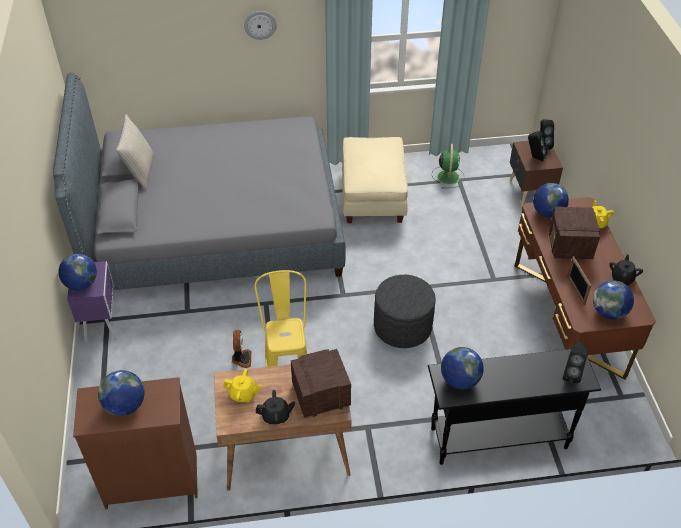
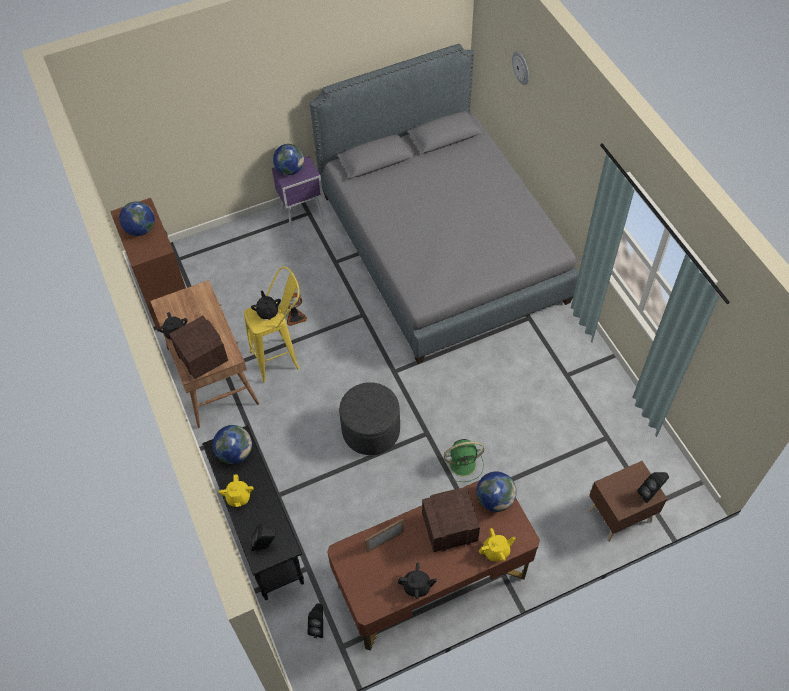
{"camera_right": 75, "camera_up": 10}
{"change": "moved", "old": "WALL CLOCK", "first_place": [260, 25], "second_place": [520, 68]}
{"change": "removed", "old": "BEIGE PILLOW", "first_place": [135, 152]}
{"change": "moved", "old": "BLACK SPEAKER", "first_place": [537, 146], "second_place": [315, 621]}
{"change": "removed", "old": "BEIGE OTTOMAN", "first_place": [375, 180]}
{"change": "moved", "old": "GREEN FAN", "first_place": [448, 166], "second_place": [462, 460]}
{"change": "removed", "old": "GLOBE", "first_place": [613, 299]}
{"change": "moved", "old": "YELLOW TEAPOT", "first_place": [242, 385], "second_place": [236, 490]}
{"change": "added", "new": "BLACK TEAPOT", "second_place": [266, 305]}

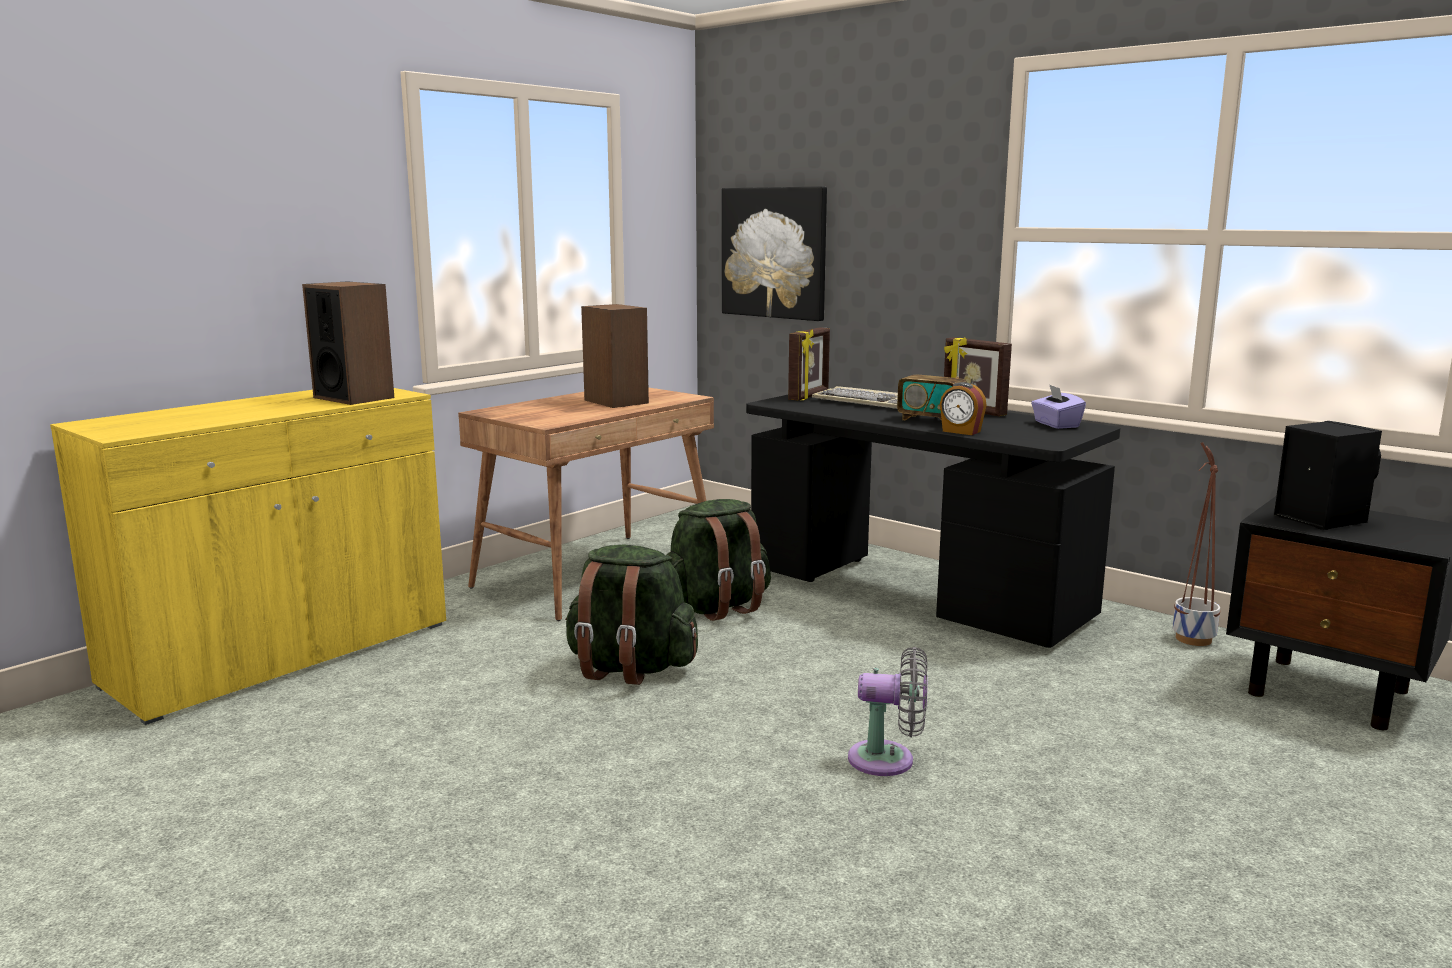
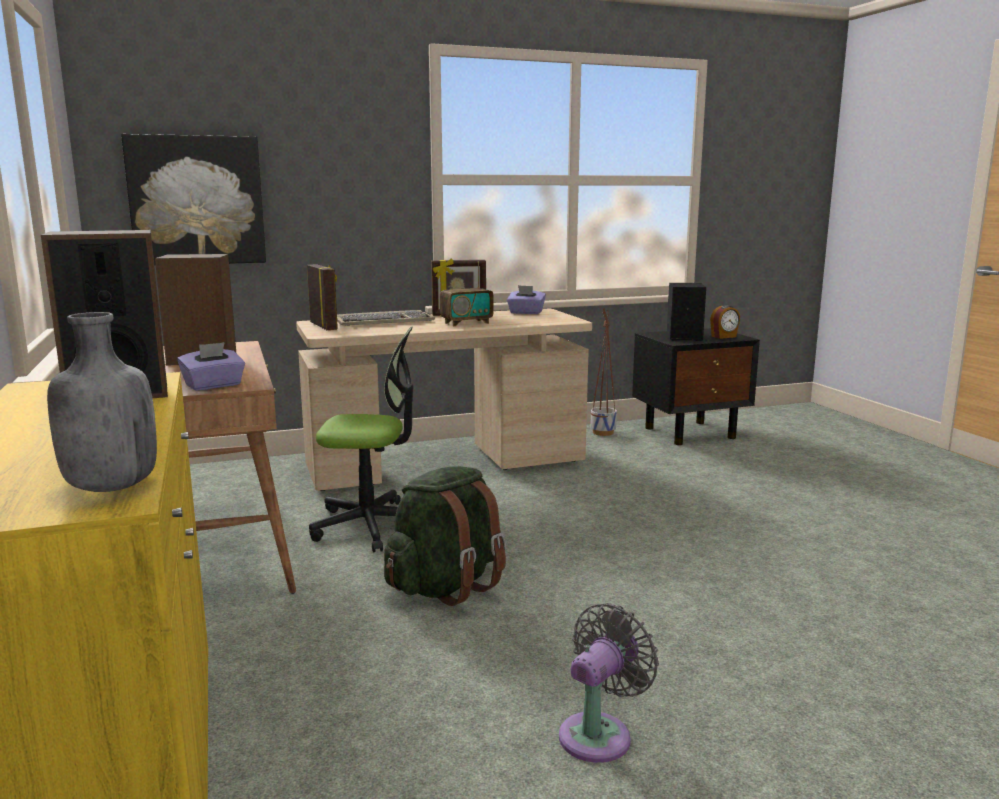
{"camera_right": -60, "camera_up": 0}
{"change": "moved", "old": "ALARM CLOCK", "first_place": [963, 408], "second_place": [725, 322]}
{"change": "recoloured", "old": "BLACK DESK", "new": "BEIGE DESK", "first_place": [933, 521], "second_place": [444, 400]}
{"change": "replaced", "old": "GREEN BACKPACK", "new": "OFFICE CHAIR", "first_place": [718, 560], "second_place": [361, 440]}
{"change": "moved", "old": "GREY FAN", "first_place": [887, 711], "second_place": [609, 683]}
{"change": "added", "new": "GREY BOTTLE", "second_place": [102, 402]}
{"change": "added", "new": "PURPLE TISSUE BOX", "second_place": [211, 366]}

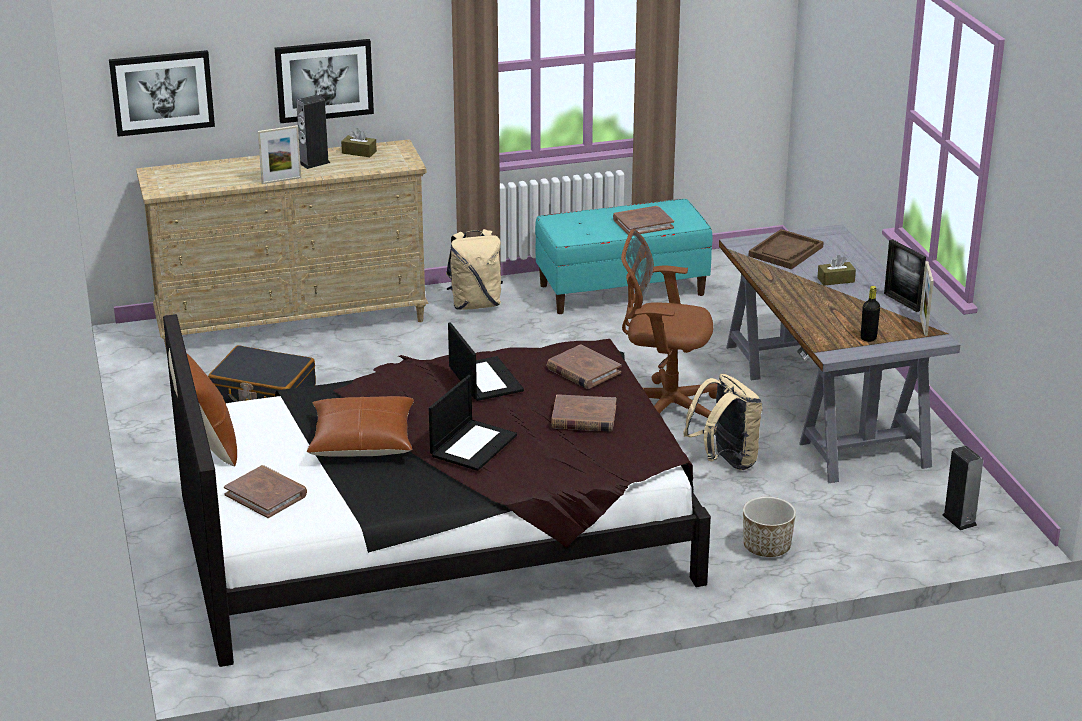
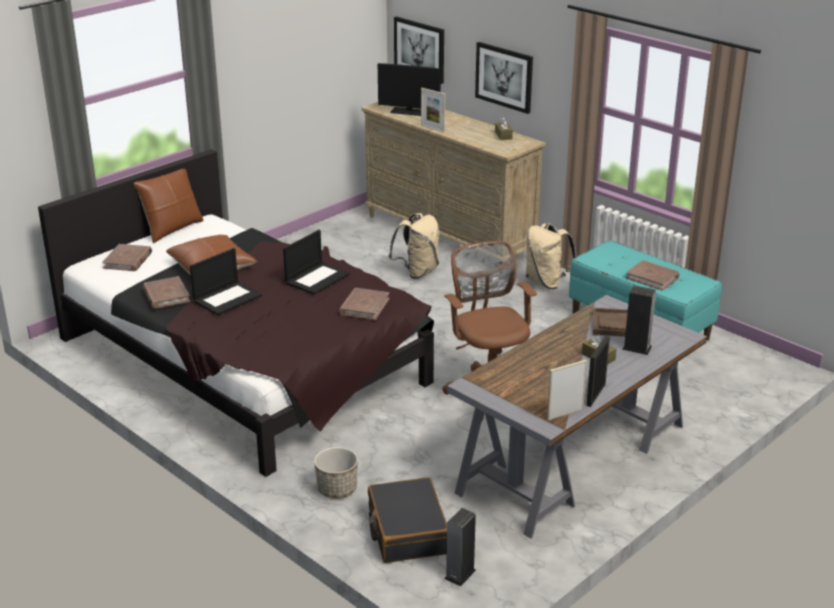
{"camera_right": 60, "camera_up": 0}
{"change": "moved", "old": "SPEAKER", "first_place": [313, 132], "second_place": [639, 320]}
{"change": "removed", "old": "BLACK BOTTLE", "first_place": [870, 314]}
{"change": "moved", "old": "BLACK SUITCASE", "first_place": [262, 374], "second_place": [407, 520]}
{"change": "moved", "old": "BEIGE BACKPACK", "first_place": [723, 422], "second_place": [414, 246]}
{"change": "turned", "old": "LAPTOP", "first_place": [473, 423], "second_place": [226, 281], "degrees": -45}
{"change": "moved", "old": "BROWN BOOK", "first_place": [583, 413], "second_place": [166, 292]}
{"change": "added", "new": "MONITOR", "second_place": [409, 89]}

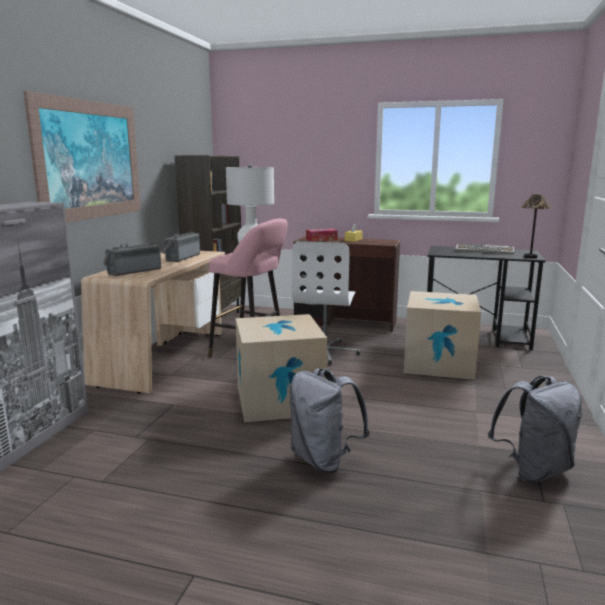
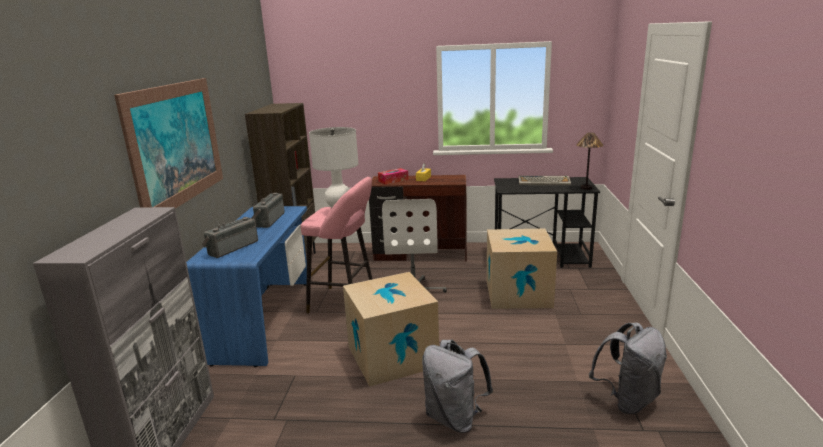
{"camera_right": -10, "camera_up": 5}
{"change": "recoloured", "old": "BEIGE DESK", "new": "BLUE DESK", "first_place": [153, 322], "second_place": [246, 286]}

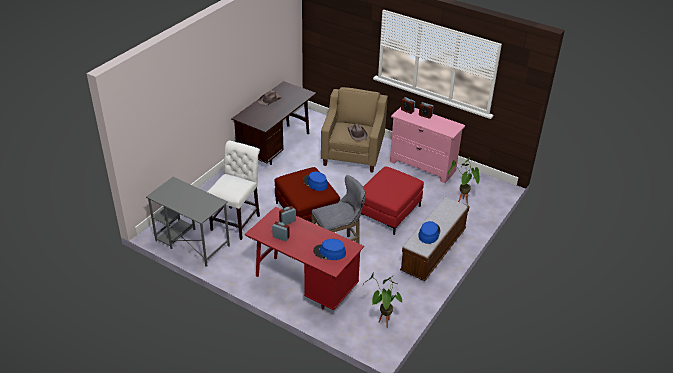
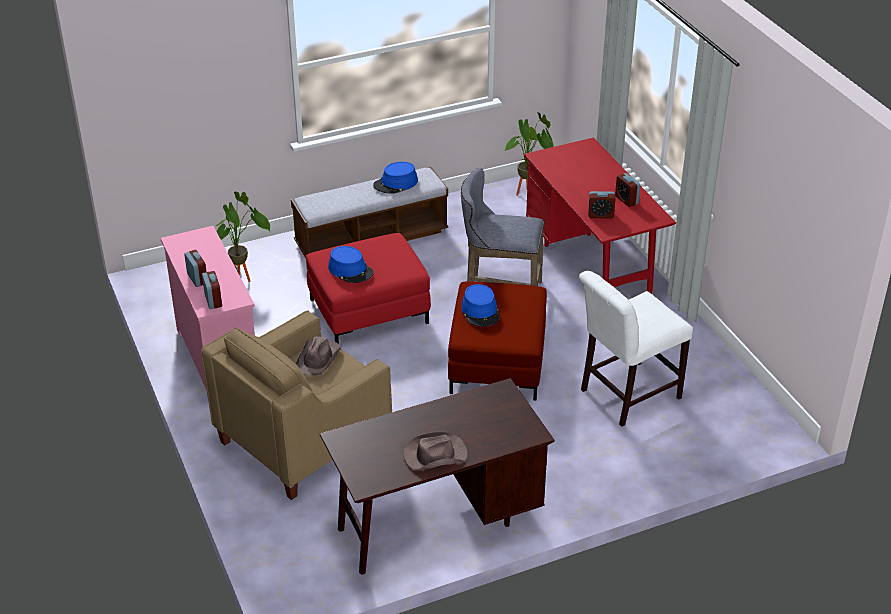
{"camera_right": -145, "camera_up": 0}
{"change": "removed", "old": "GREY DESK", "first_place": [188, 222]}
{"change": "moved", "old": "BLUE HAT", "first_place": [329, 249], "second_place": [351, 264]}

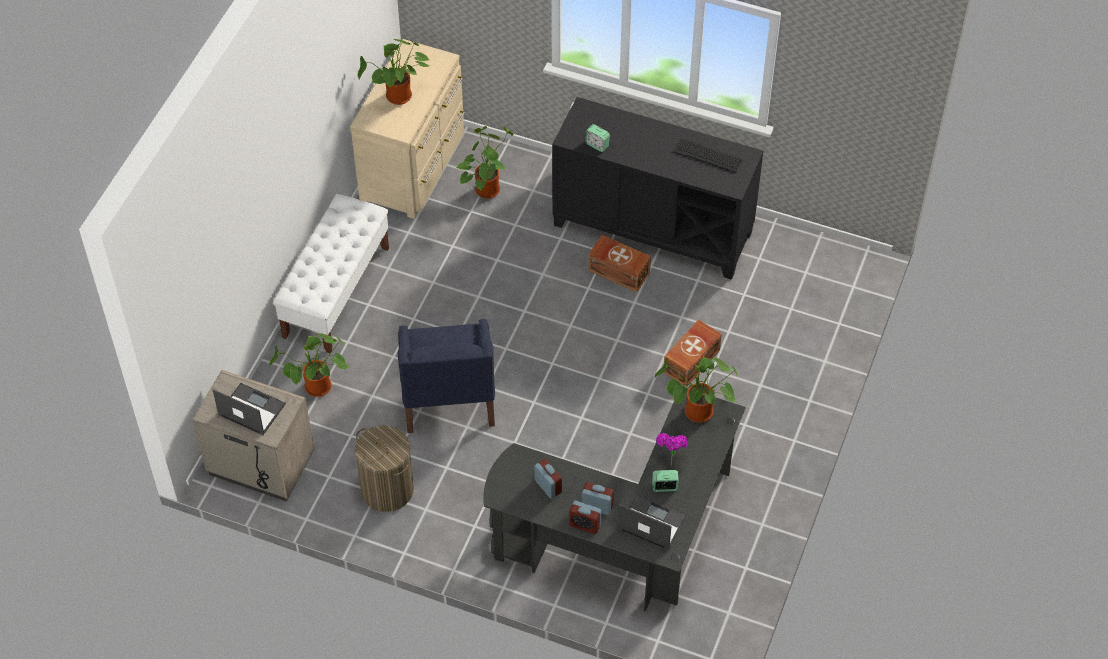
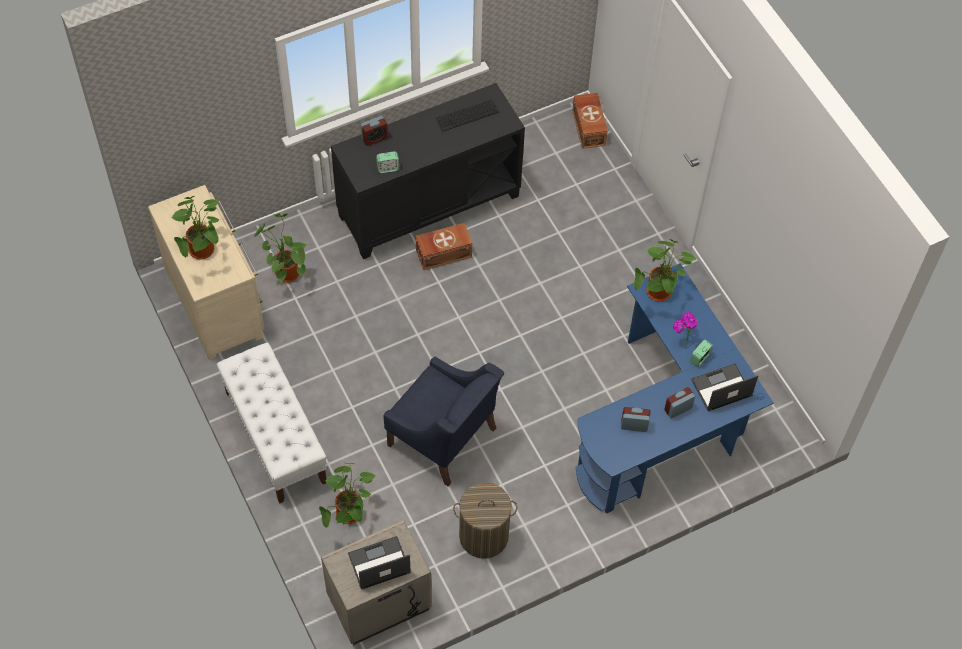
{"camera_right": -50, "camera_up": 5}
{"change": "moved", "old": "BROWN STORAGE BOX", "first_place": [693, 353], "second_place": [590, 121]}
{"change": "recoloured", "old": "BLACK DESK", "new": "BLUE DESK", "first_place": [614, 500], "second_place": [674, 389]}
{"change": "moved", "old": "ALARM CLOCK", "first_place": [585, 517], "second_place": [374, 131]}

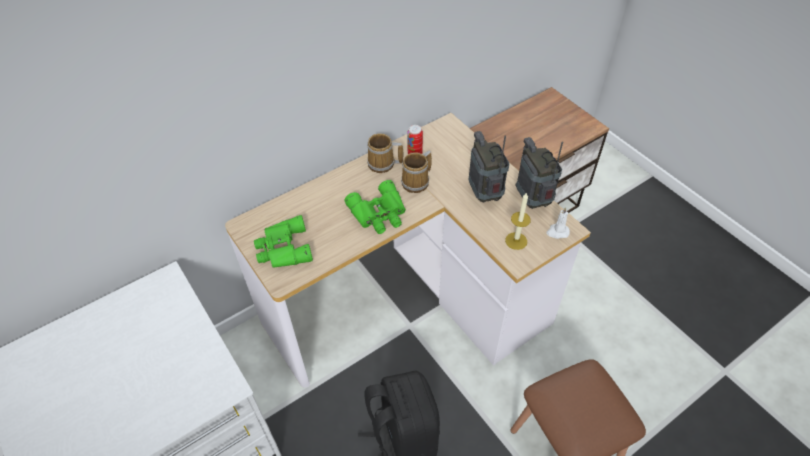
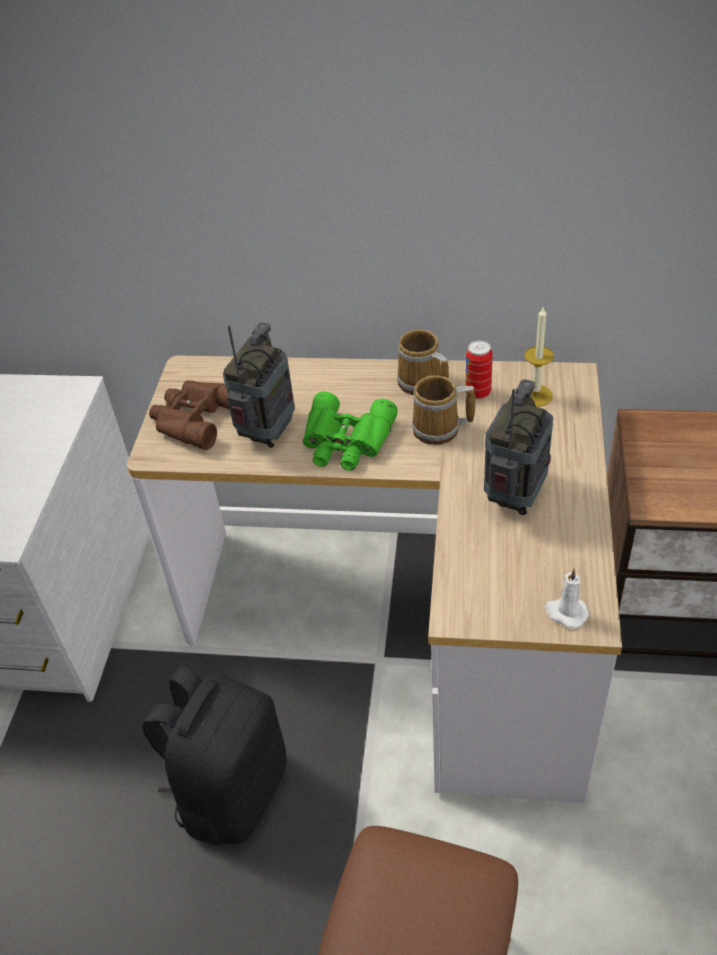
{"camera_right": 45, "camera_up": -5}
{"change": "moved", "old": "RADIO", "first_place": [539, 173], "second_place": [259, 385]}
{"change": "moved", "old": "CANDLE", "first_place": [518, 221], "second_place": [539, 357]}
{"change": "recoloured", "old": "GREEN BINOCULARS", "new": "BROWN BINOCULARS", "first_place": [283, 241], "second_place": [189, 415]}

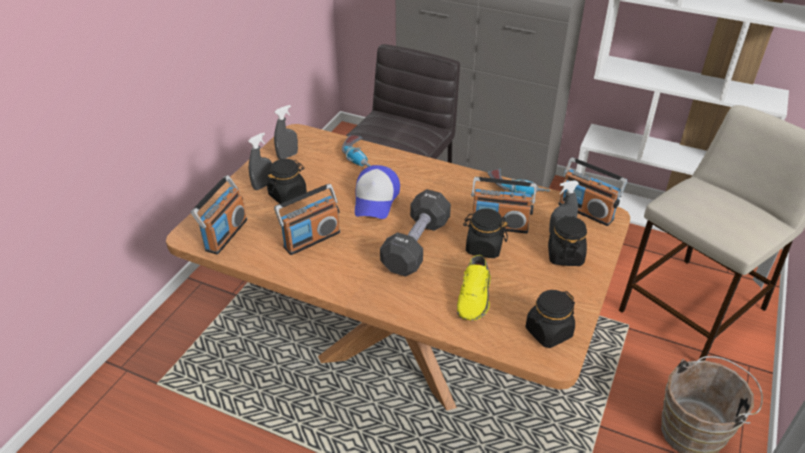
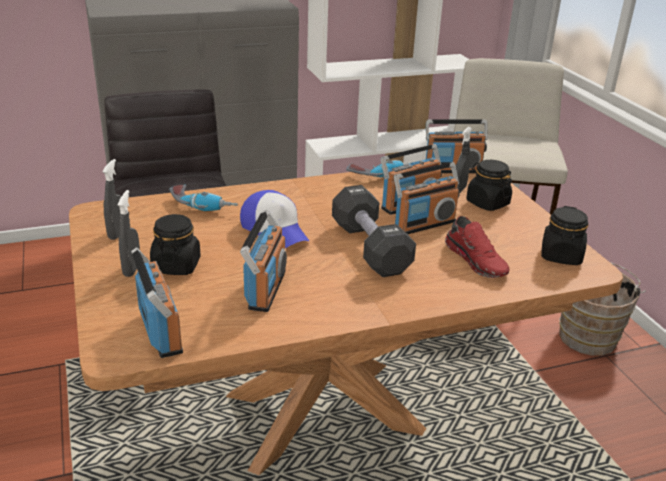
{"camera_right": -45, "camera_up": -10}
{"change": "replaced", "old": "BLACK JAR", "new": "RADIO", "first_place": [485, 233], "second_place": [427, 198]}
{"change": "recoloured", "old": "YELLOW SHOE", "new": "RED SHOE", "first_place": [474, 288], "second_place": [477, 247]}

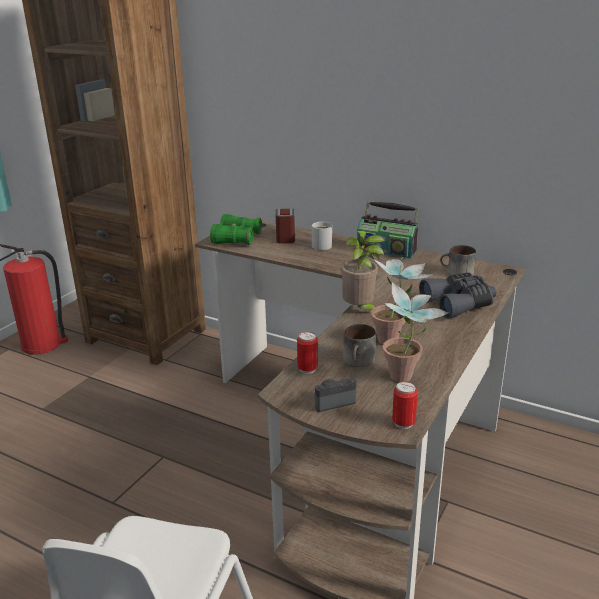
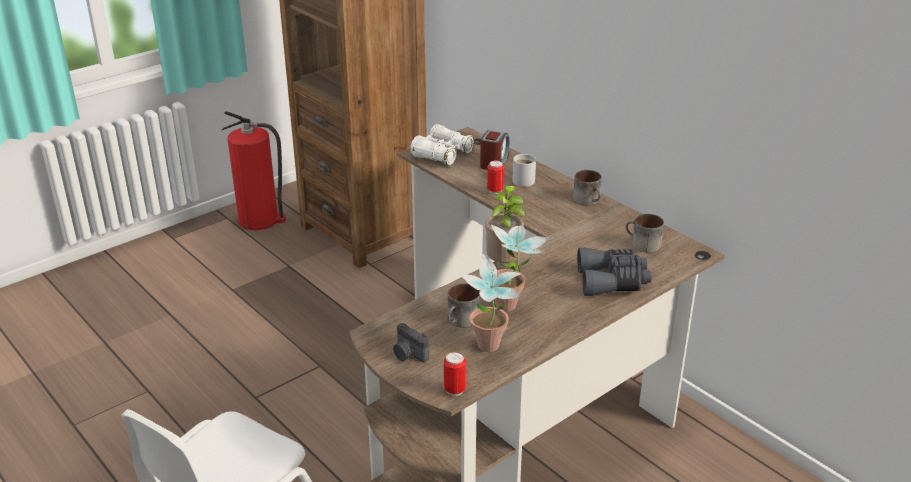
{"camera_right": 20, "camera_up": 5}
{"change": "replaced", "old": "RADIO", "new": "MUG", "first_place": [387, 229], "second_place": [587, 187]}
{"change": "recoloured", "old": "GREEN BINOCULARS", "new": "WHITE BINOCULARS", "first_place": [236, 229], "second_place": [442, 145]}
{"change": "moved", "old": "CAN", "first_place": [307, 353], "second_place": [495, 177]}
{"change": "turned", "old": "PHOTO CAMERA", "first_place": [336, 395], "second_place": [411, 342], "degrees": -135}

